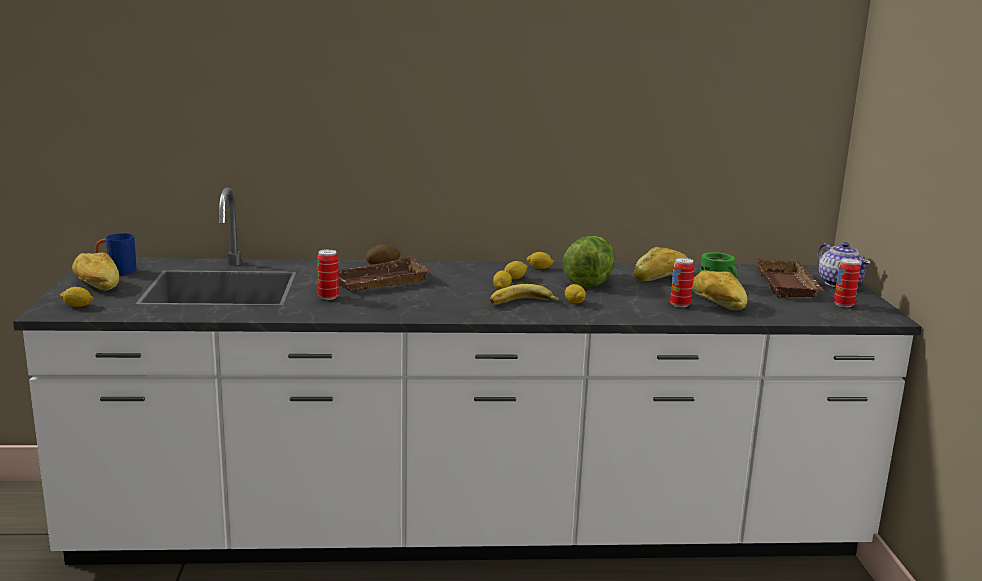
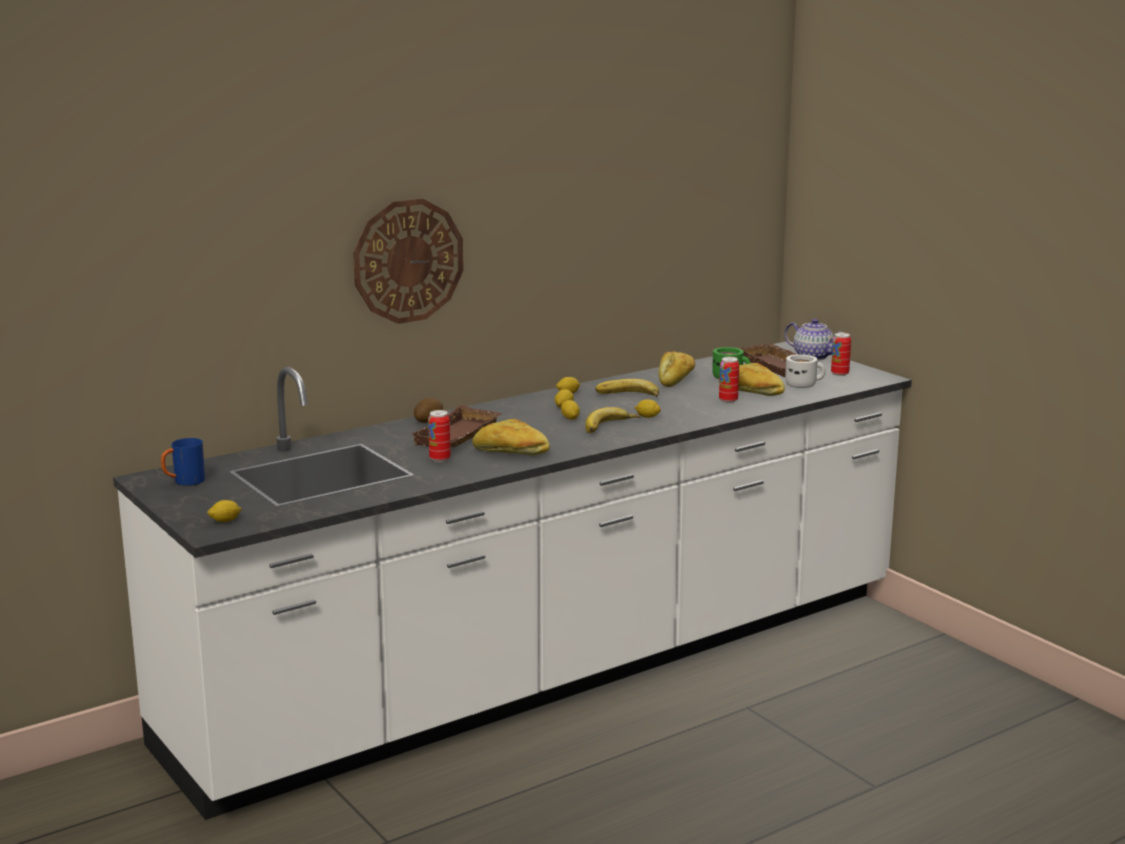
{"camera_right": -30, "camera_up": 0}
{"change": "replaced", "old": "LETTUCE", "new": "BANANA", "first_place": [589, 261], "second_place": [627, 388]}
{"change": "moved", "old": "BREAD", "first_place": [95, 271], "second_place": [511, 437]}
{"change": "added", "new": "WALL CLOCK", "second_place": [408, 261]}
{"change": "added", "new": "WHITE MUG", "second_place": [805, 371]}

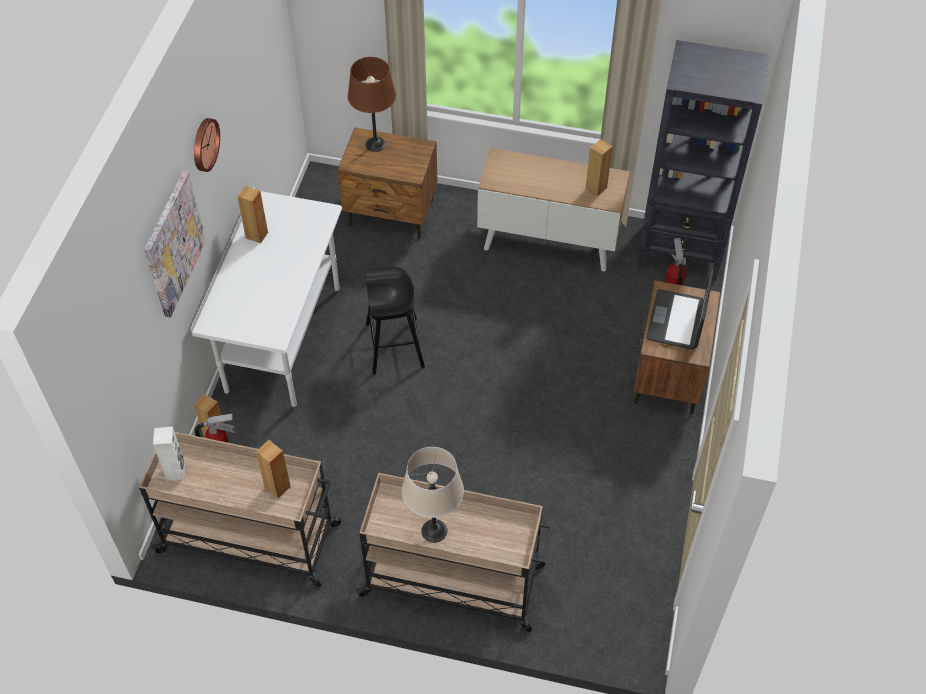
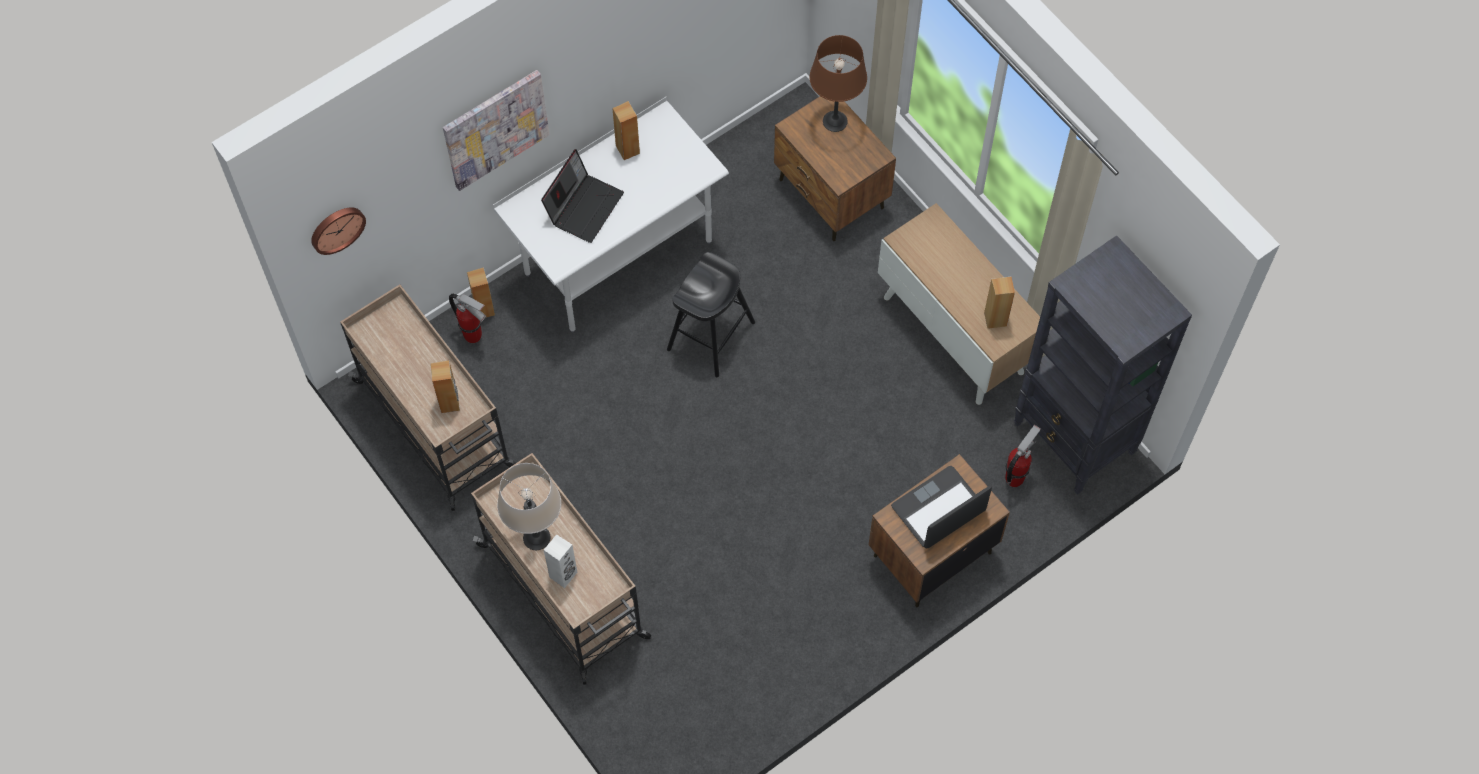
{"camera_right": 40, "camera_up": 10}
{"change": "moved", "old": "WALL CLOCK", "first_place": [207, 145], "second_place": [338, 231]}
{"change": "moved", "old": "WHITE SPEAKER", "first_place": [169, 454], "second_place": [560, 561]}
{"change": "added", "new": "LAPTOP", "second_place": [582, 196]}

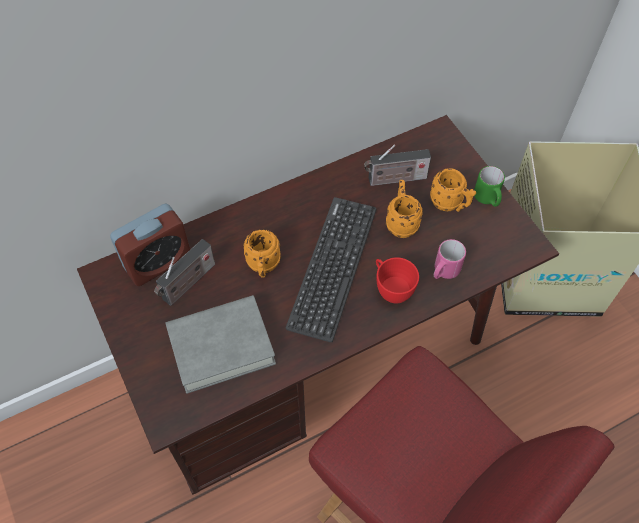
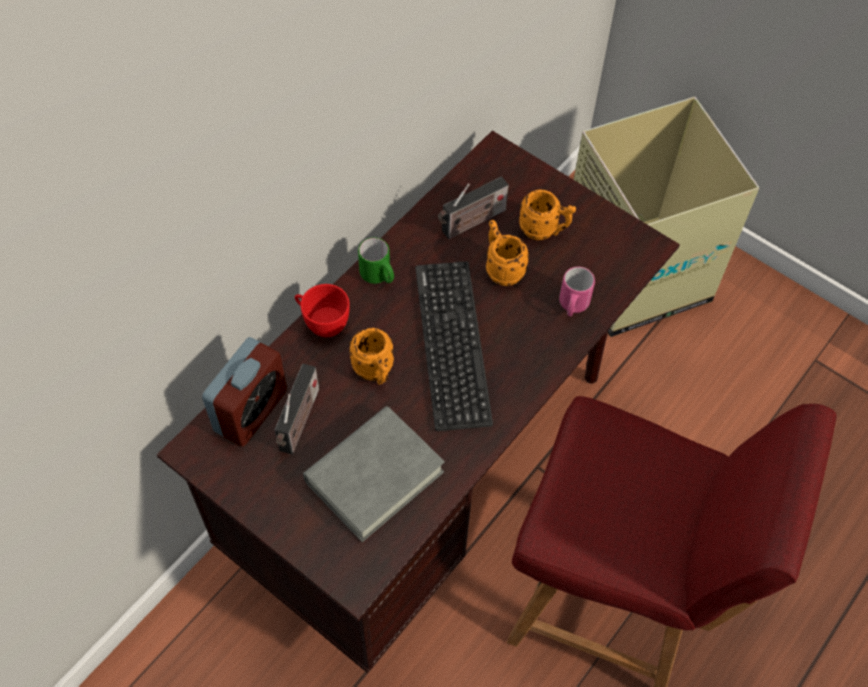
{"camera_right": -25, "camera_up": 0}
{"change": "moved", "old": "GREEN MUG", "first_place": [489, 186], "second_place": [376, 261]}
{"change": "moved", "old": "RED CUP", "first_place": [397, 280], "second_place": [322, 310]}

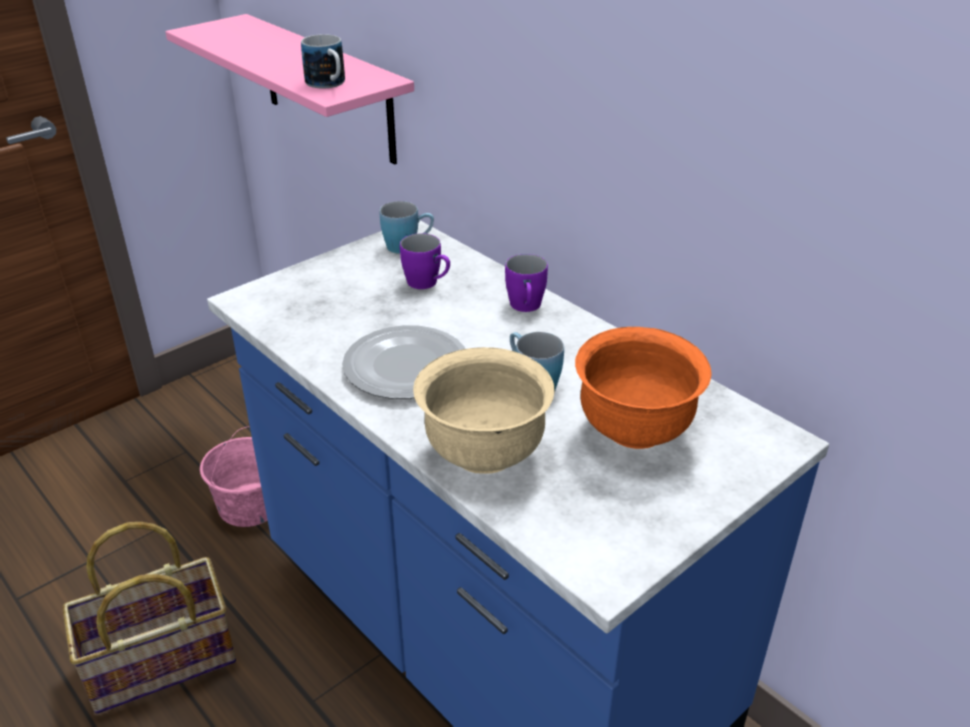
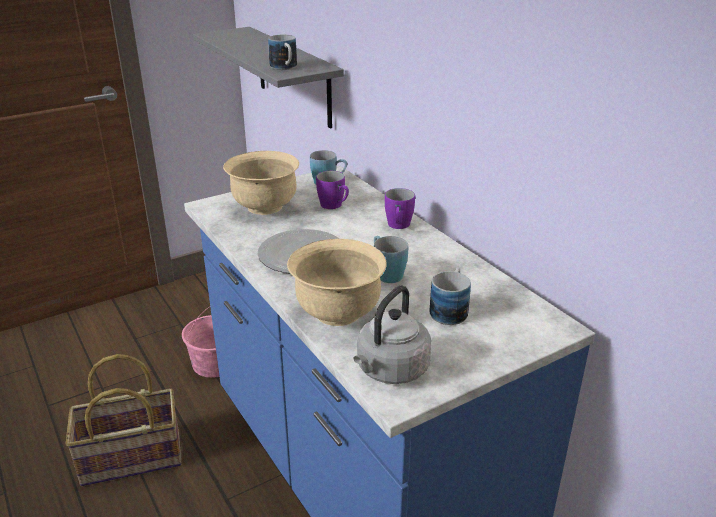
{"camera_right": 10, "camera_up": -5}
{"change": "recoloured", "old": "PINK SHELF", "new": "GREY SHELF", "first_place": [289, 89], "second_place": [268, 78]}
{"change": "replaced", "old": "ORANGE BOWL", "new": "MUG", "first_place": [643, 388], "second_place": [450, 296]}
{"change": "added", "new": "BEIGE BOWL", "second_place": [261, 183]}
{"change": "added", "new": "GREY KETTLE", "second_place": [392, 334]}

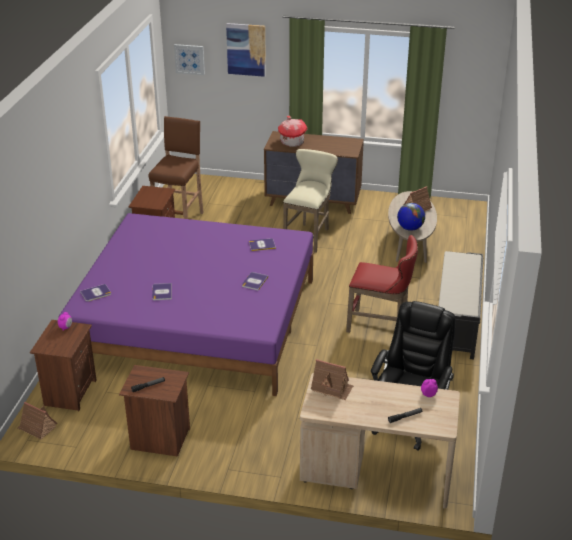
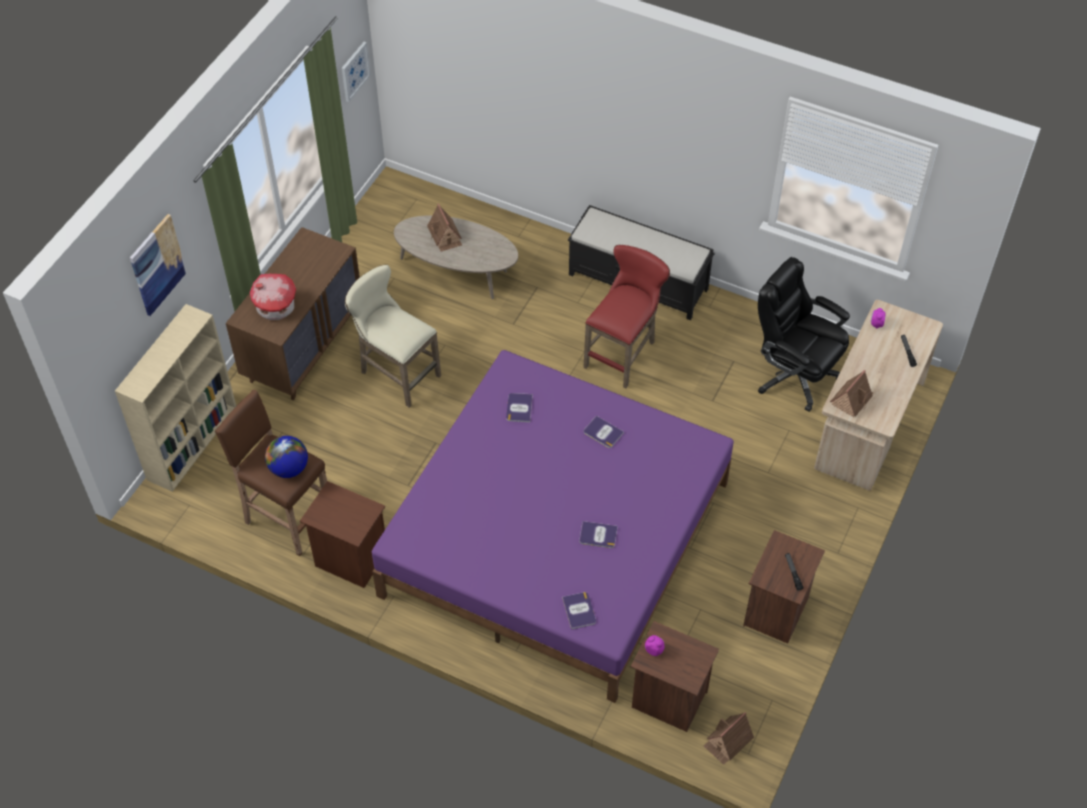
{"camera_right": -75, "camera_up": 20}
{"change": "moved", "old": "PICTURE", "first_place": [189, 59], "second_place": [356, 72]}
{"change": "moved", "old": "GLOBE", "first_place": [411, 217], "second_place": [286, 457]}
{"change": "added", "new": "BEIGE BOOKCASE", "second_place": [175, 398]}

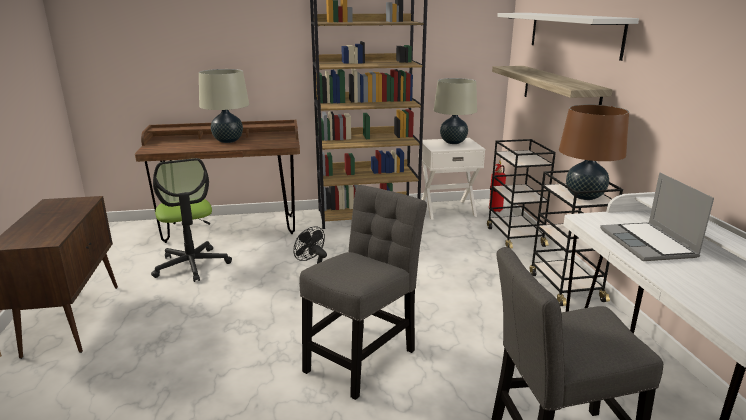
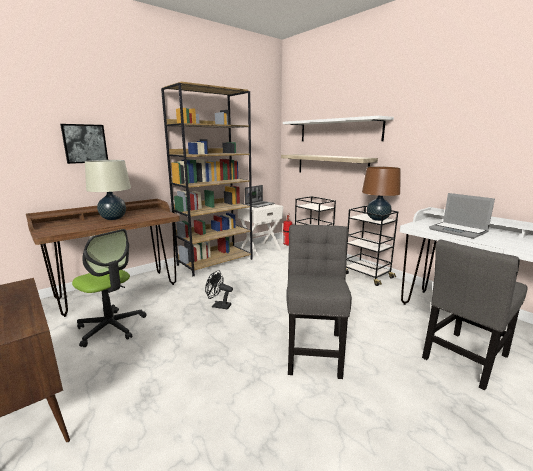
{"camera_right": -30, "camera_up": -5}
{"change": "replaced", "old": "BEIGE TABLE LAMP", "new": "LAPTOP", "first_place": [455, 111], "second_place": [260, 196]}
{"change": "added", "new": "PICTURE", "second_place": [84, 144]}

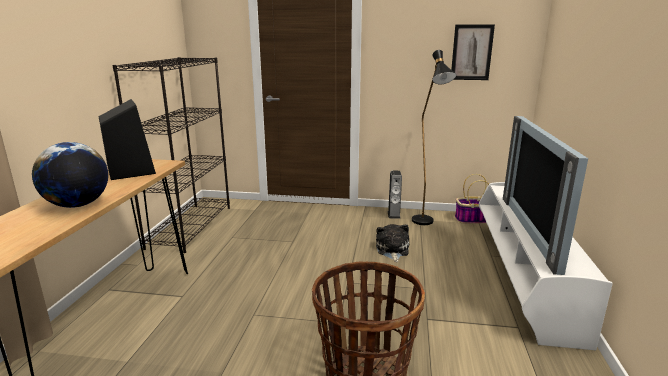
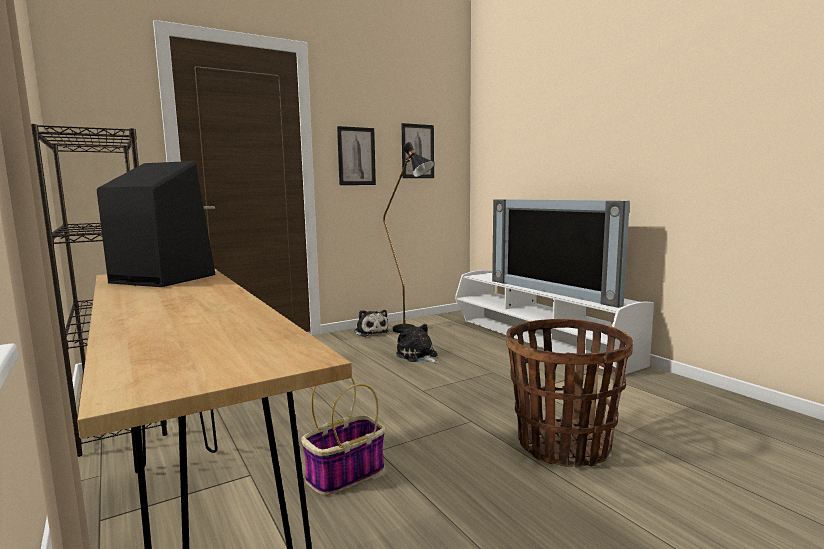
{"camera_right": -40, "camera_up": -10}
{"change": "removed", "old": "GLOBE", "first_place": [70, 175]}
{"change": "replaced", "old": "SPEAKER", "new": "PLUSH TOY", "first_place": [395, 195], "second_place": [371, 323]}
{"change": "moved", "old": "BASKET", "first_place": [472, 199], "second_place": [343, 436]}
{"change": "added", "new": "PICTURE", "second_place": [356, 155]}

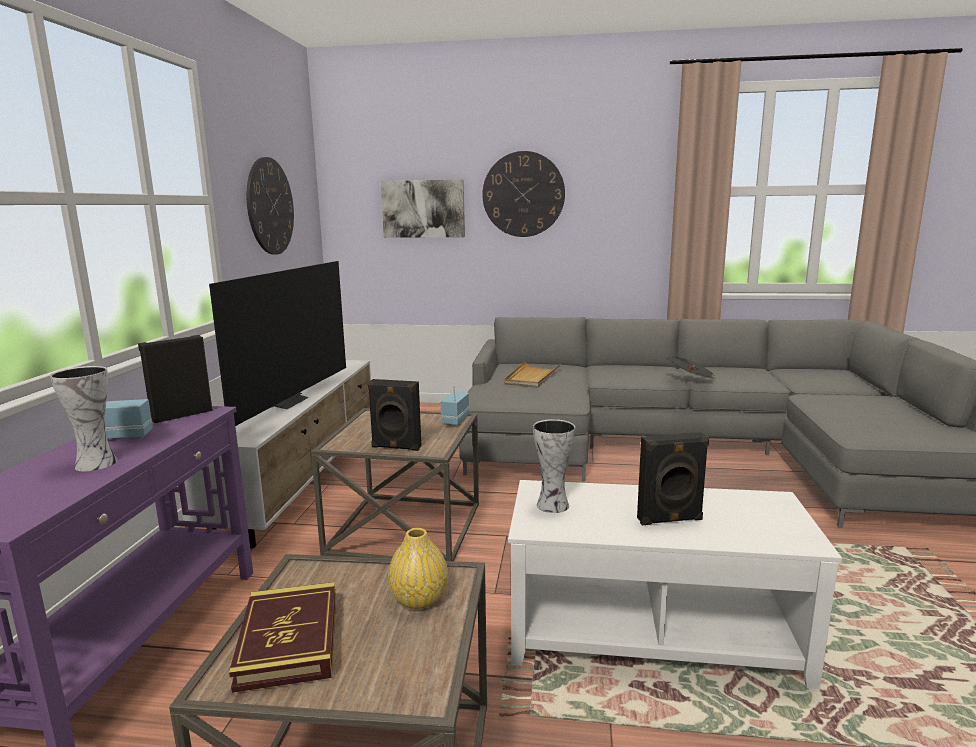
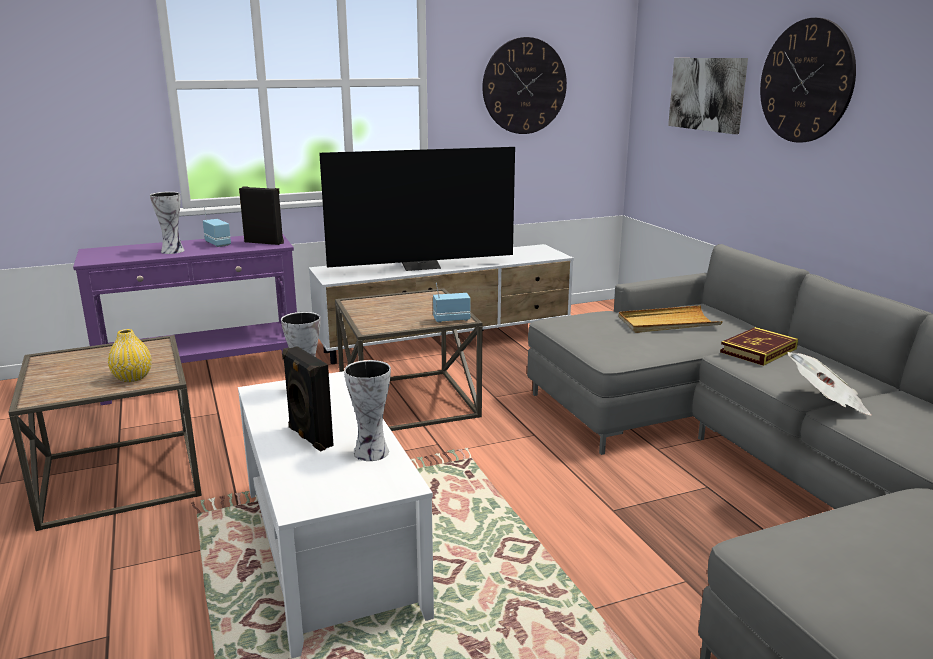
{"camera_right": 60, "camera_up": 5}
{"change": "removed", "old": "BLACK SPEAKER", "first_place": [394, 415]}
{"change": "moved", "old": "BOOK", "first_place": [282, 637], "second_place": [759, 346]}
{"change": "added", "new": "VASE", "second_place": [367, 410]}

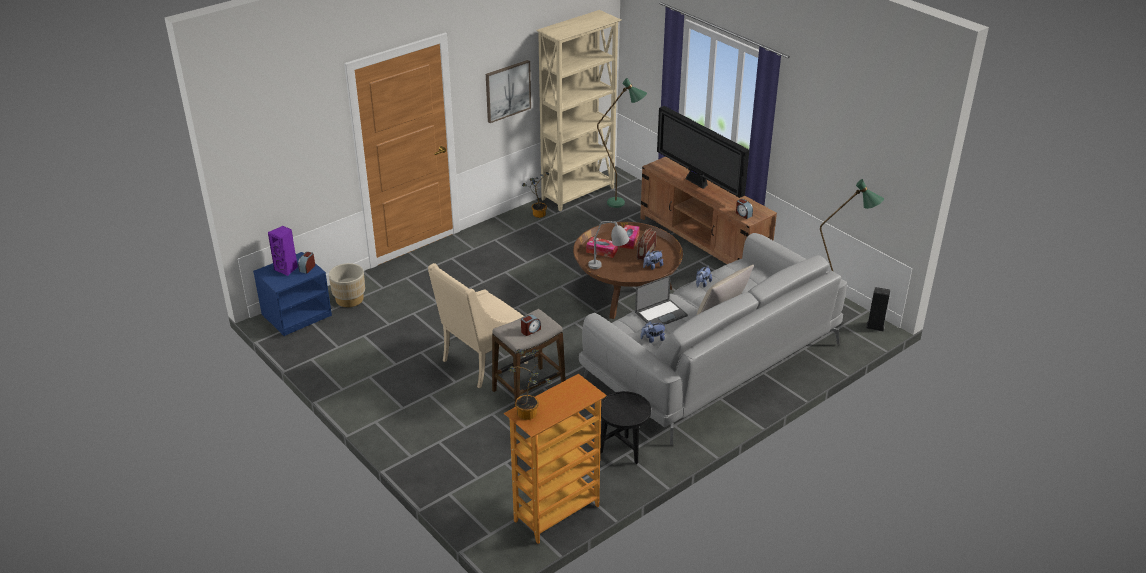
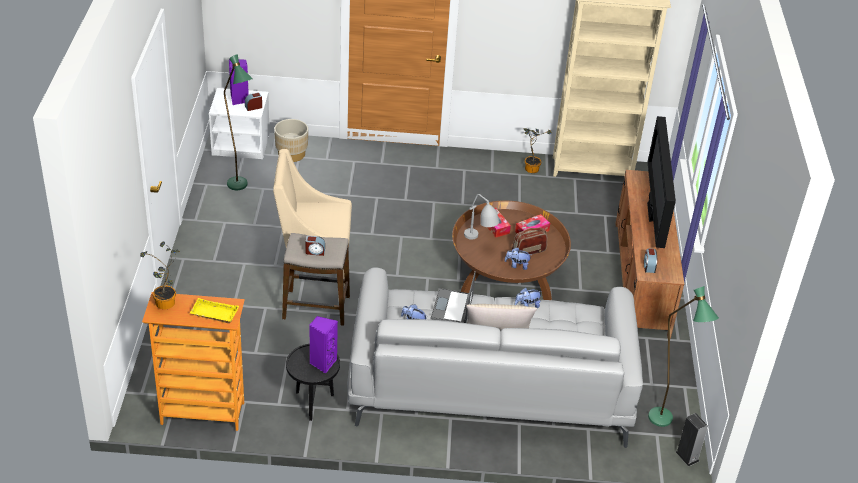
{"camera_right": 40, "camera_up": 5}
{"change": "removed", "old": "PICTURE", "first_place": [508, 91]}
{"change": "moved", "old": "GREEN FLOOR LAMP", "first_place": [622, 143], "second_place": [238, 122]}
{"change": "recoloured", "old": "BLUE NIGHTSTAND", "new": "WHITE NIGHTSTAND", "first_place": [292, 294], "second_place": [239, 123]}
{"change": "turned", "old": "LAPTOP", "first_place": [661, 299], "second_place": [453, 297], "degrees": 90}
{"change": "added", "new": "YELLOW TRAY", "second_place": [214, 310]}
{"change": "added", "new": "PURPLE SPEAKER", "second_place": [323, 345]}

